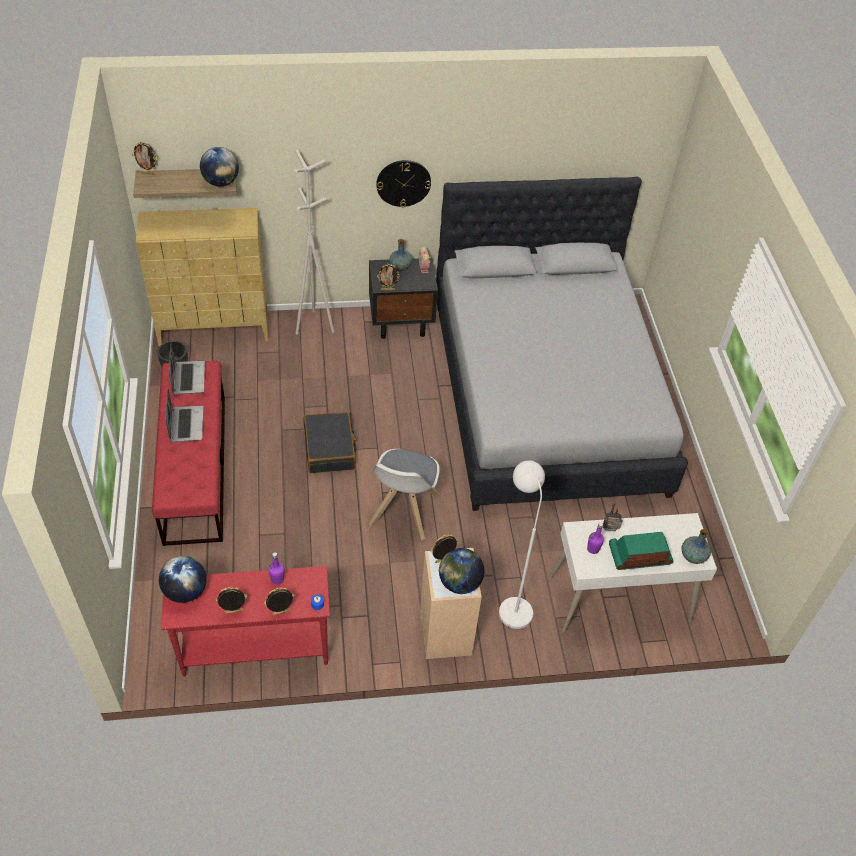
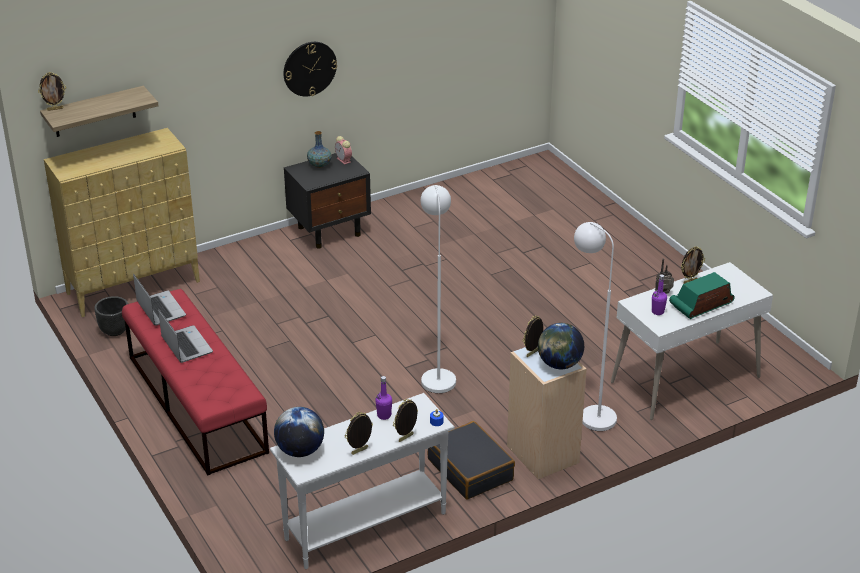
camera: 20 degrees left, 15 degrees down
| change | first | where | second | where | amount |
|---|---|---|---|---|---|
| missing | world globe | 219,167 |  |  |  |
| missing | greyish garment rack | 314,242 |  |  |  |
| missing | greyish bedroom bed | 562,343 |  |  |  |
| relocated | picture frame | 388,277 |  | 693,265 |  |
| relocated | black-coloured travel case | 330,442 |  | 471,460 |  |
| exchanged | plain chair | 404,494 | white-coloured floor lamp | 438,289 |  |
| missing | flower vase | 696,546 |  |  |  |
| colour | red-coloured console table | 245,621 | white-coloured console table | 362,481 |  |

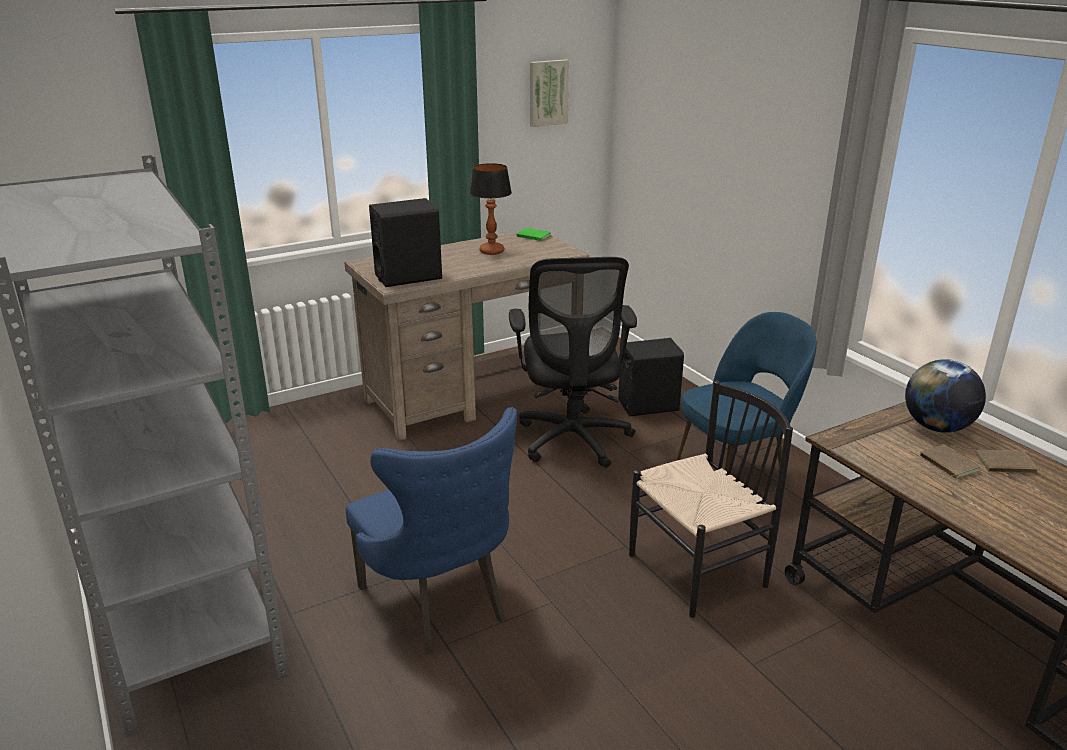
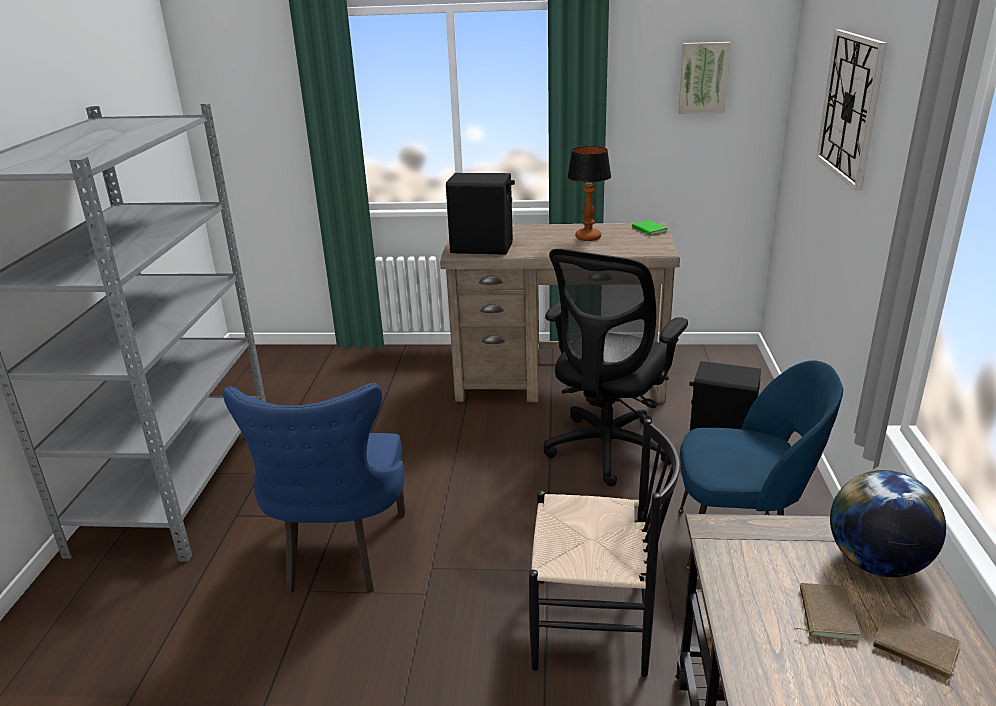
camera: 35 degrees right, 0 degrees up
| change | first | where | second | where | amount |
|---|---|---|---|---|---|
| appeared |  |  | clock on the wall | 851,110 |  |

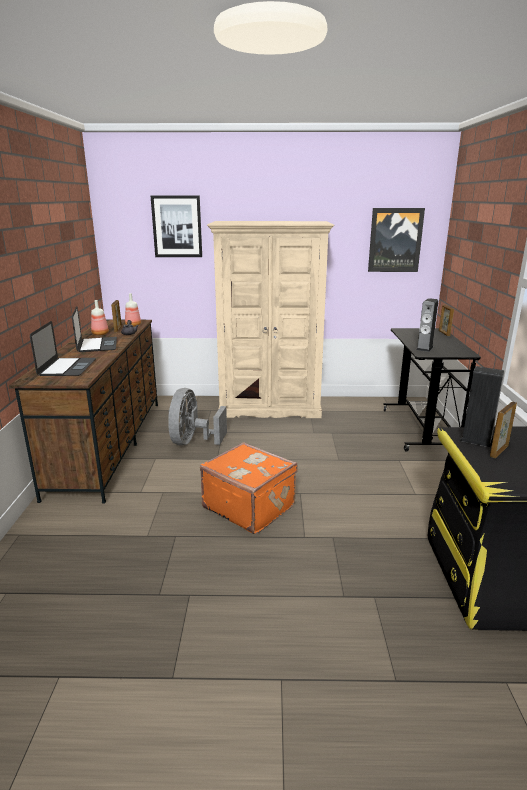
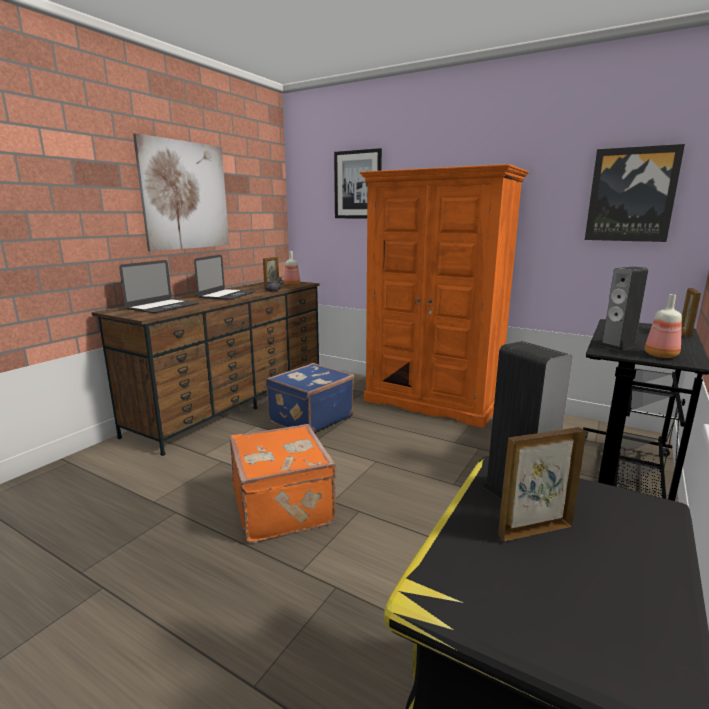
camera: 30 degrees right, 5 degrees down
| change | first | where | second | where | amount |
|---|---|---|---|---|---|
| colour | beige-coloured wardrobe | 270,319 | orange-coloured wardrobe | 444,296 |  |
| relocated | beverage bottle | 100,317 |  | 663,326 |  |
| exchanged | greyish electric fan | 197,417 | bluish travel case | 310,398 |  |
| appeared |  |  | wall art | 181,192 |  |

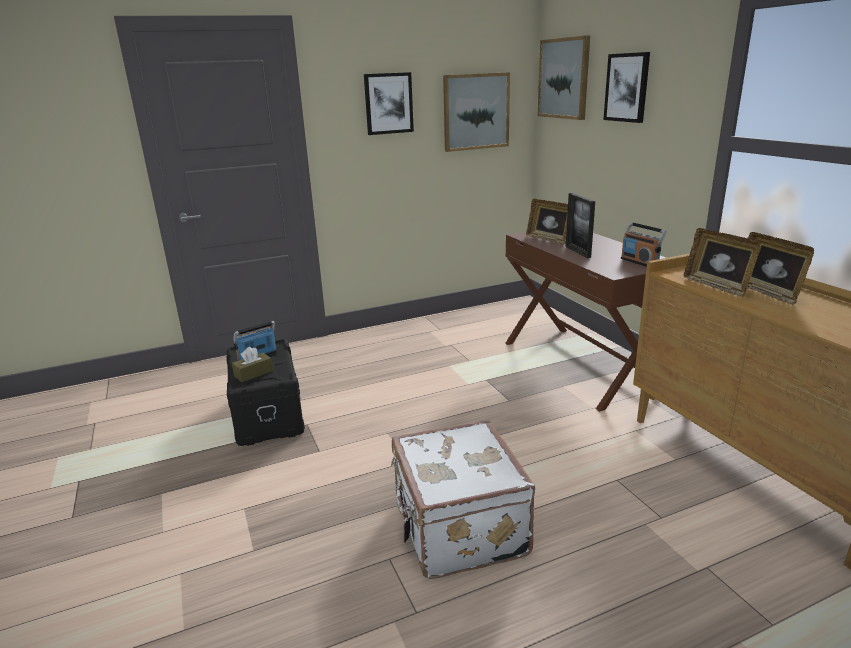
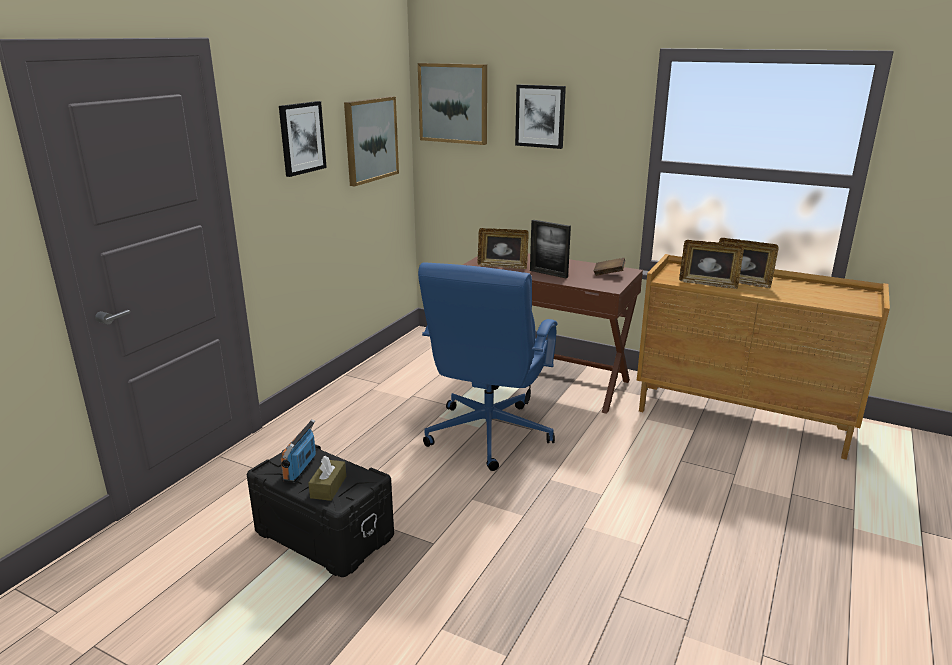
camera: 40 degrees left, 0 degrees up
| change | first | where | second | where | amount |
|---|---|---|---|---|---|
| exchanged | radio set | 643,244 | brown-coloured volume | 609,267 |  |
| missing | white-coloured travel case | 463,499 |  |  |  |
| appeared |  |  | bluish computer chair | 487,366 |  |

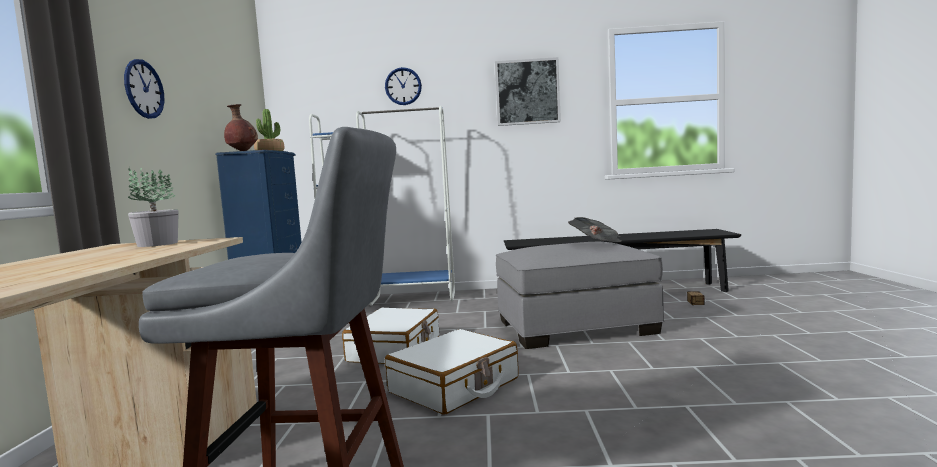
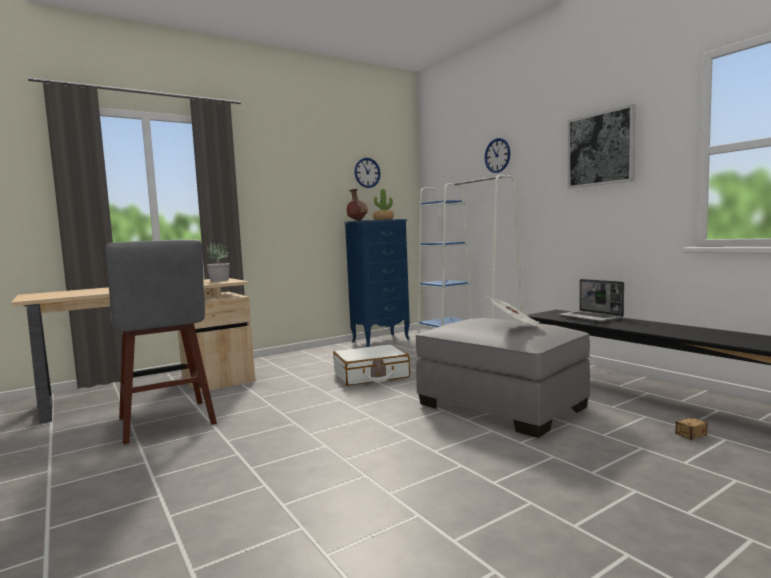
camera: 55 degrees right, 0 degrees up
| change | first | where | second | where | amount |
|---|---|---|---|---|---|
| relocated | clock on the wall | 144,89 |  | 368,173 |  |
| missing | white-coloured travel case | 452,372 |  |  |  |
| appeared |  |  | portable computer | 591,300 |  |

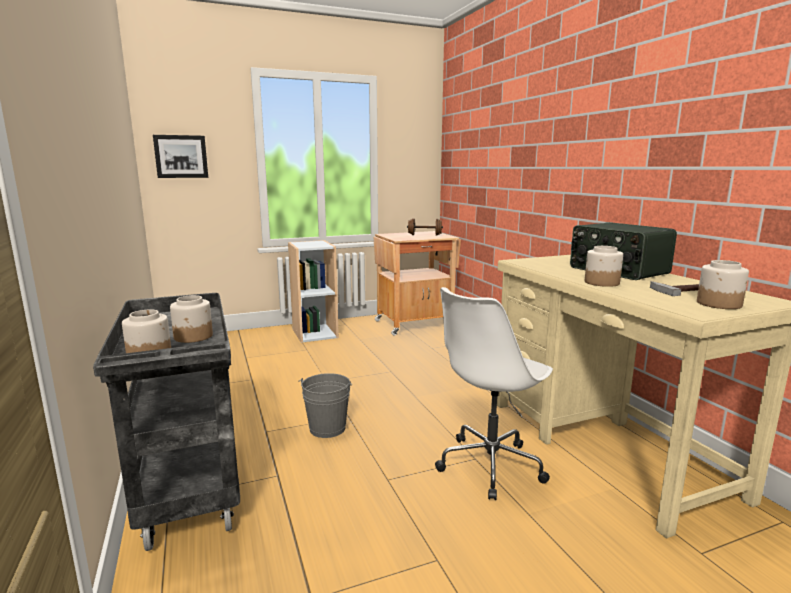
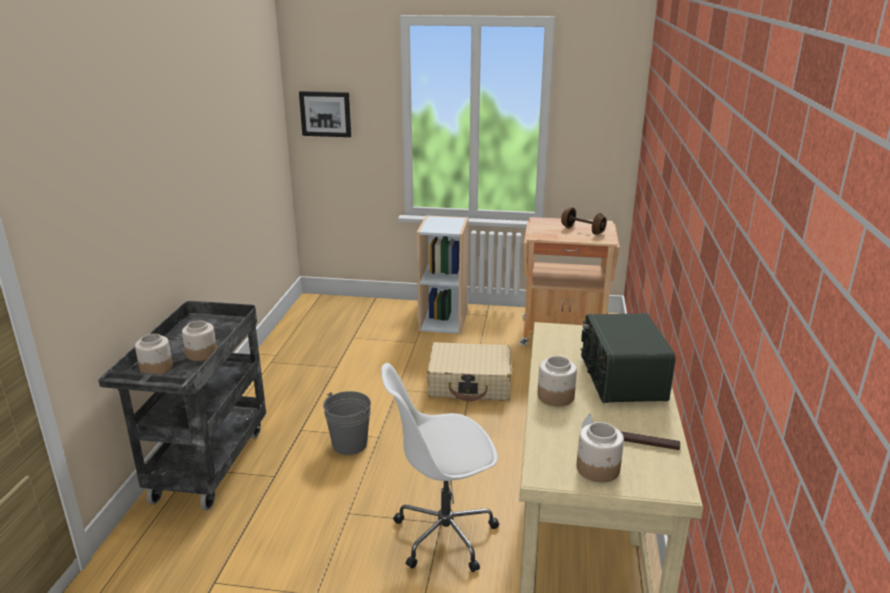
camera: 30 degrees right, 10 degrees up
| change | first | where | second | where | amount |
|---|---|---|---|---|---|
| appeared |  |  | beige-coloured travel case | 469,371 |  |

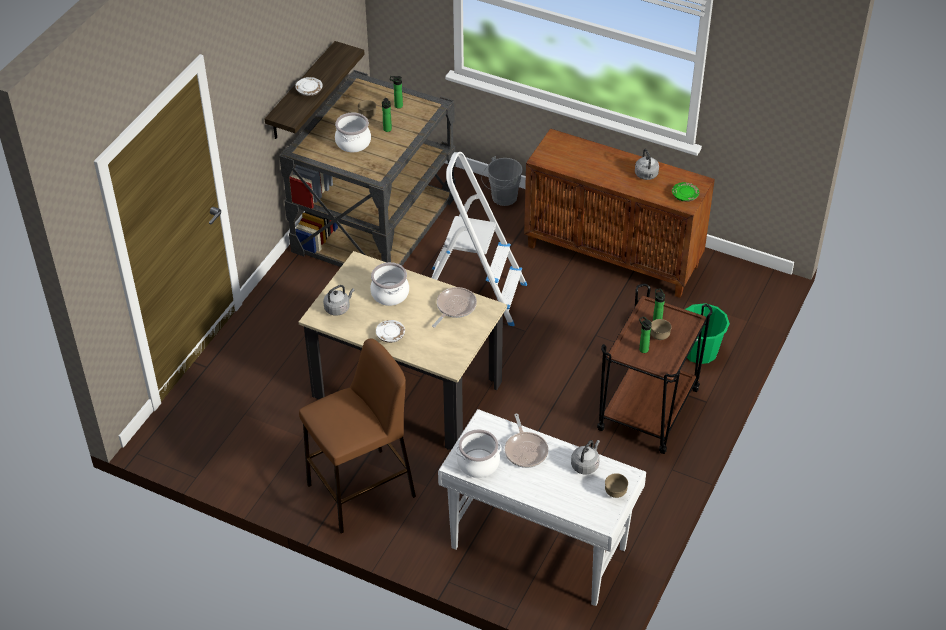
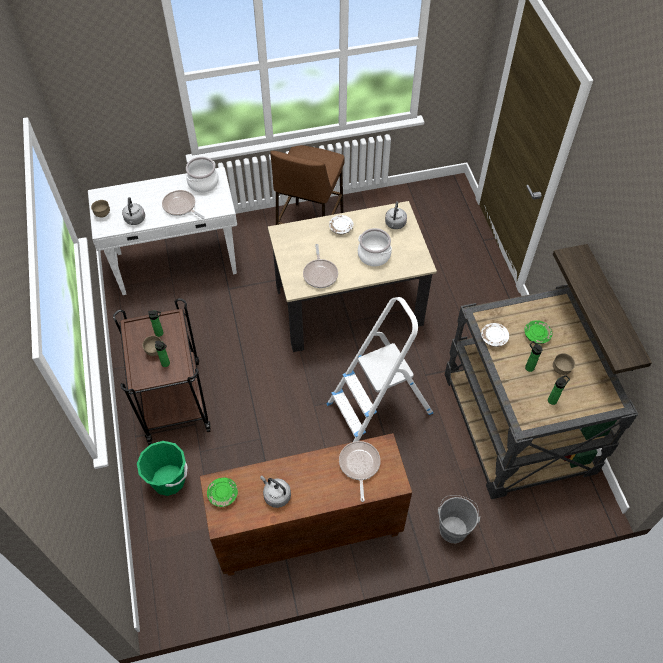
camera: 140 degrees right, 10 degrees up
| change | first | where | second | where | amount |
|---|---|---|---|---|---|
| relocated | white-coloured dinner plate | 309,86 |  | 495,335 |  |
| exchanged | stockpot | 353,132 | green dinner plate | 538,332 |  |
| appeared |  |  | frying pan | 360,471 |  |

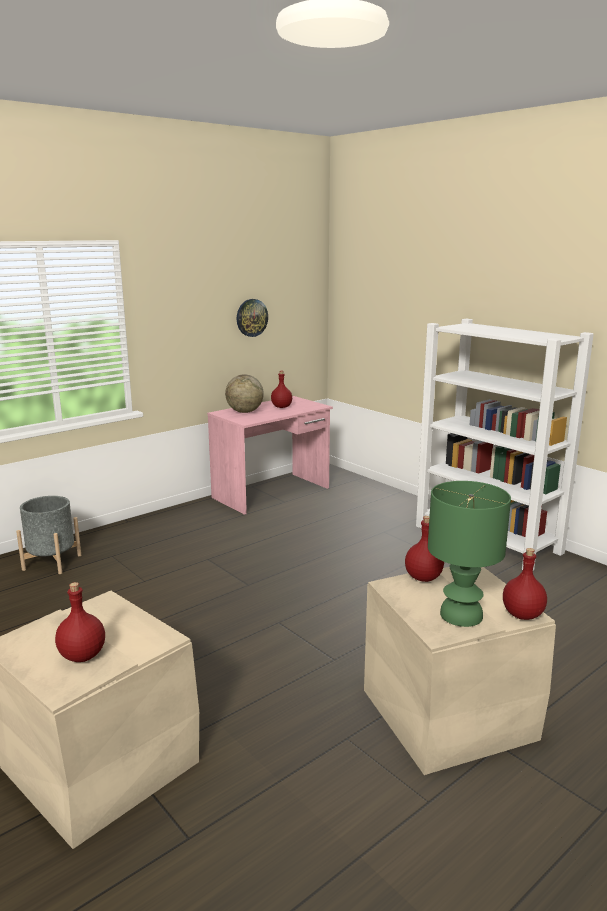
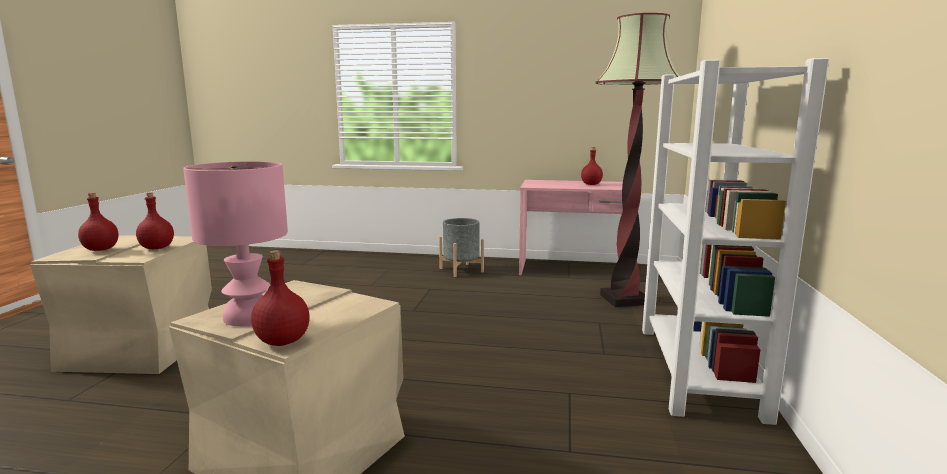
camera: 50 degrees right, 5 degrees down
| change | first | where | second | where | amount |
|---|---|---|---|---|---|
| missing | clock on the wall | 252,318 |  |  |  |
| missing | world globe | 244,393 |  |  |  |
| colour | green lamp for a table | 469,554 | pinkish lamp for a table | 235,243 |  |
| relocated | greyish plant pot | 48,535 |  | 461,247 |  |
| relocated | red-coloured beverage bottle | 424,549 |  | 155,221 |  |
| appeared |  |  | floor lamp | 637,160 |  |

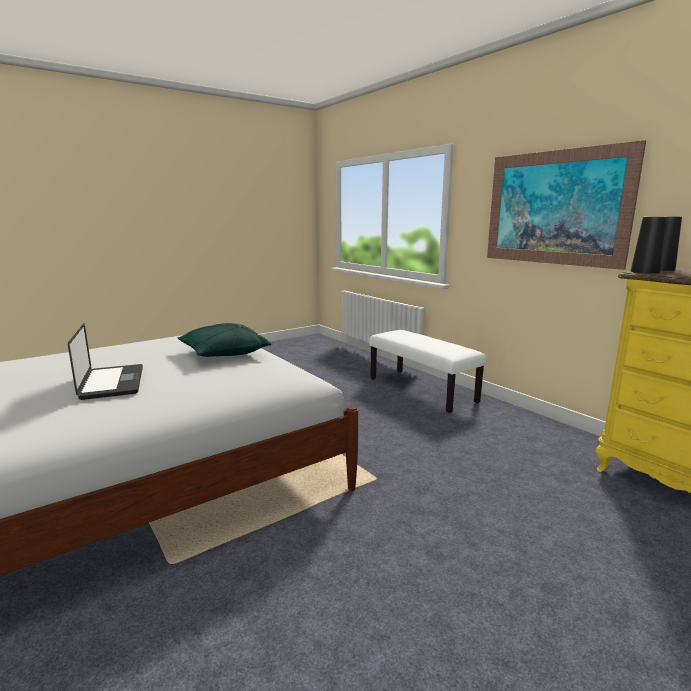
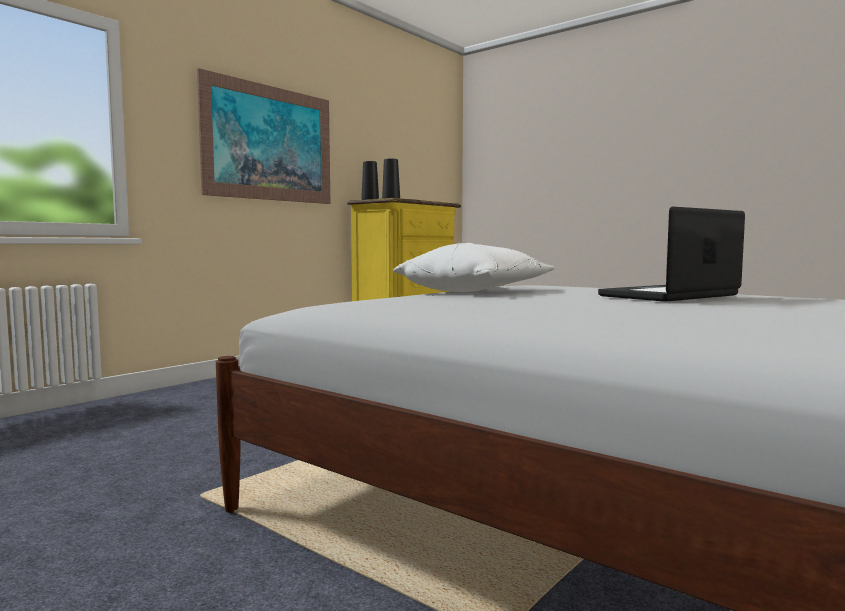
camera: 105 degrees left, 10 degrees down
| change | first | where | second | where | amount |
|---|---|---|---|---|---|
| colour | green throw pillow | 224,340 | white-coloured throw pillow | 474,267 |  |
| missing | white-coloured indoor bench | 427,371 |  |  |  |

